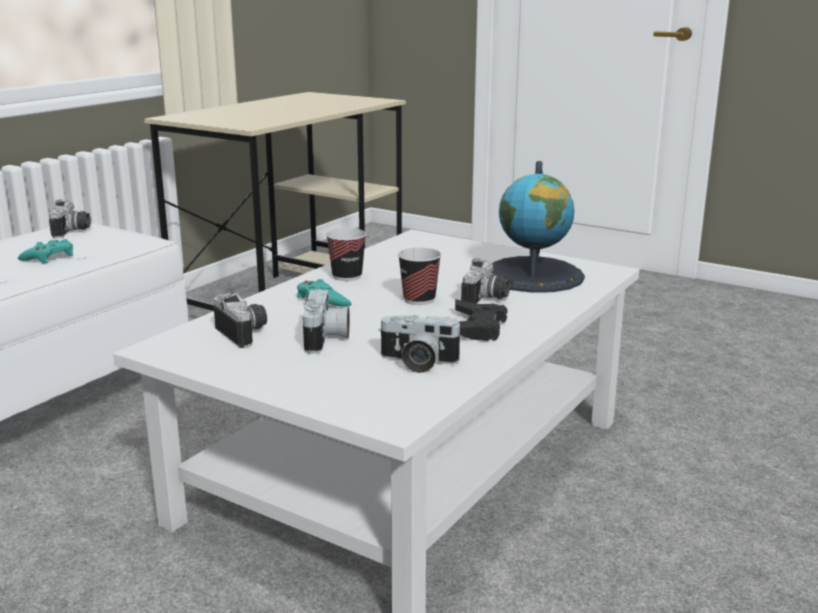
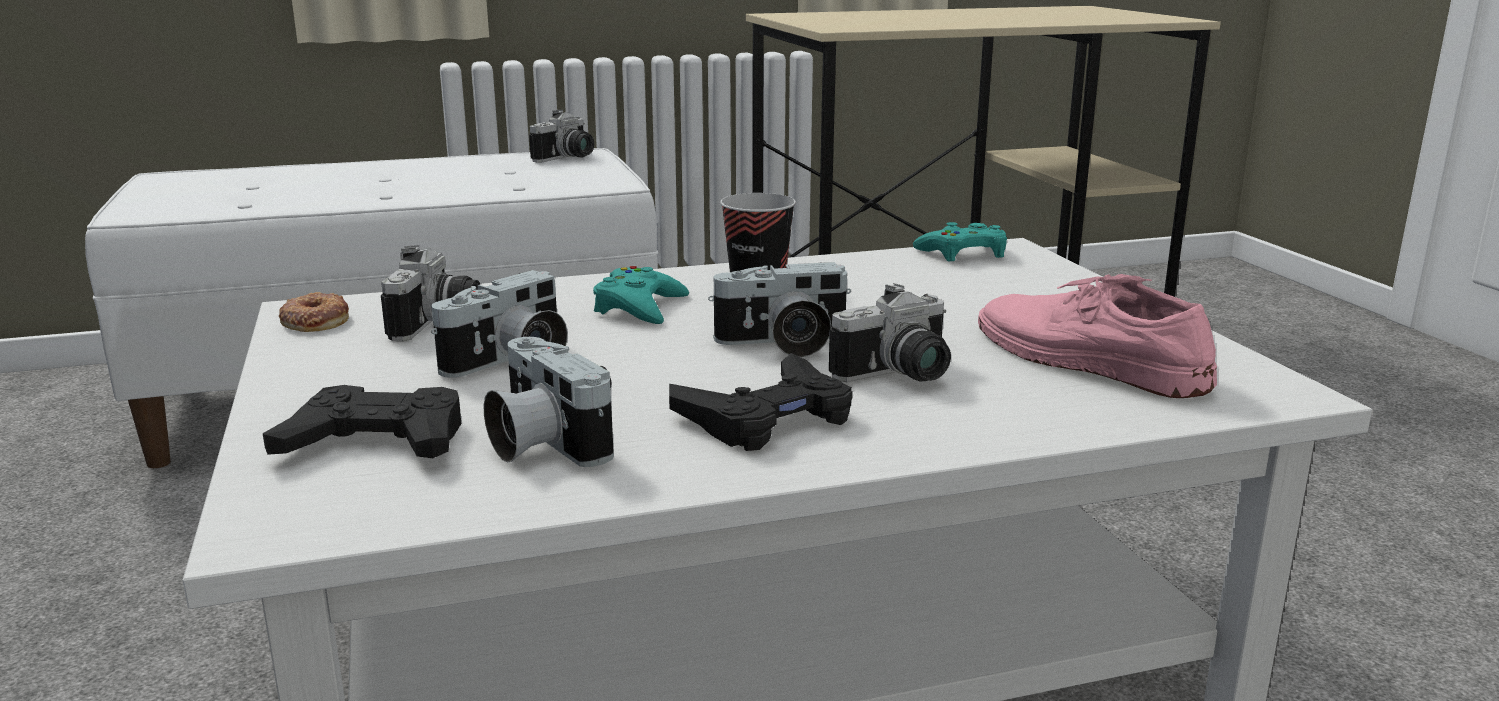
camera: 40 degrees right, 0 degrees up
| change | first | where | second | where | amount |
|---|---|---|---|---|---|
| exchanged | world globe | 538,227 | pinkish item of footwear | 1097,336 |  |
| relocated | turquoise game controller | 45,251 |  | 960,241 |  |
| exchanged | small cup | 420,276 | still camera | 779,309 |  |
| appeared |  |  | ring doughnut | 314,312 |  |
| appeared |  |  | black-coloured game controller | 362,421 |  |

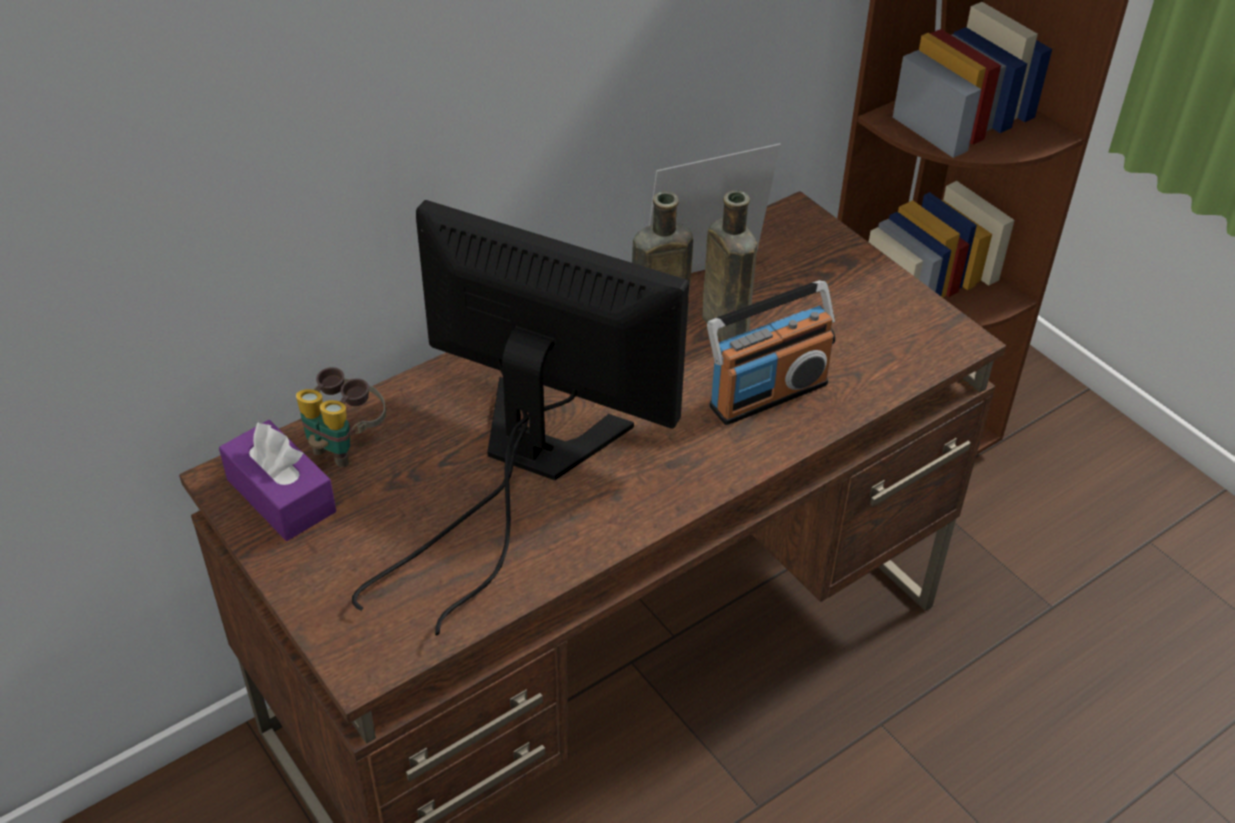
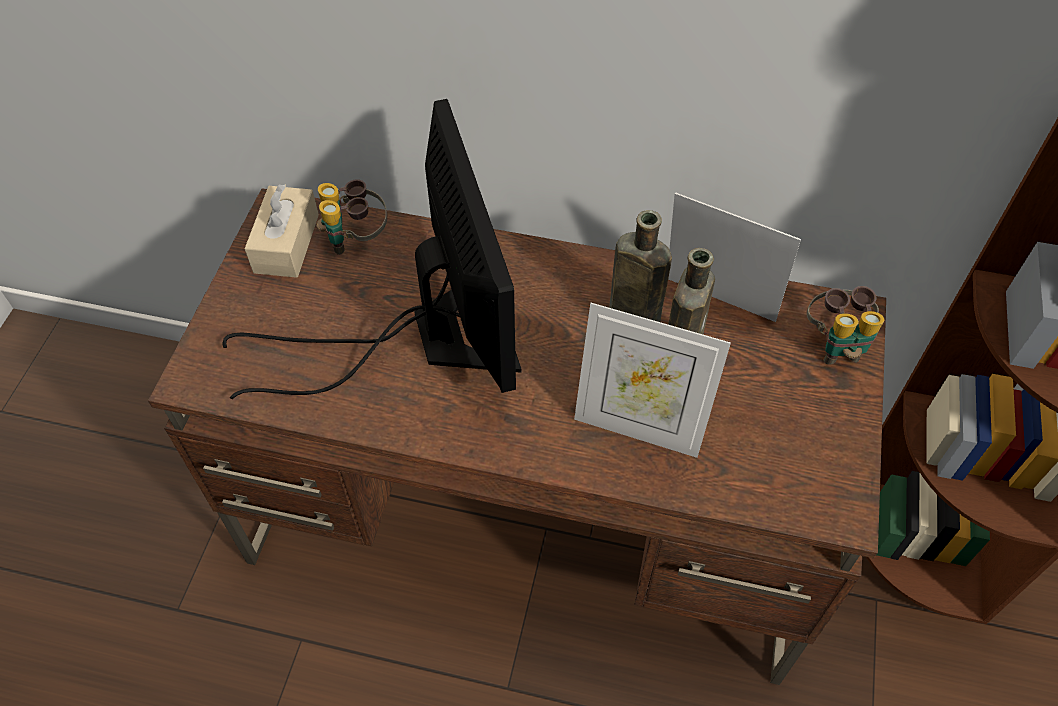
camera: 50 degrees right, 10 degrees up
| change | first | where | second | where | amount |
|---|---|---|---|---|---|
| exchanged | radio set | 771,352 | picture frame | 652,380 |  |
| colour | purple box of tissues | 277,480 | beige-coloured box of tissues | 281,231 |  |
| appeared |  |  | field glasses | 845,325 |  |

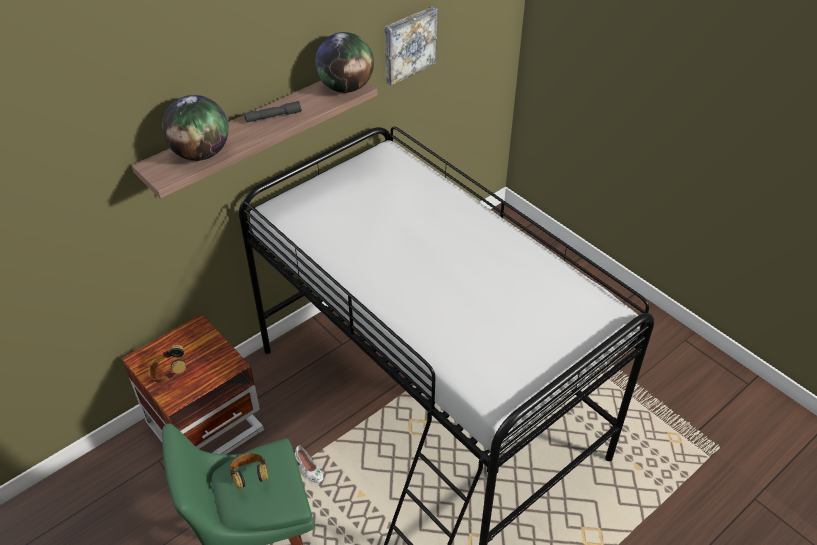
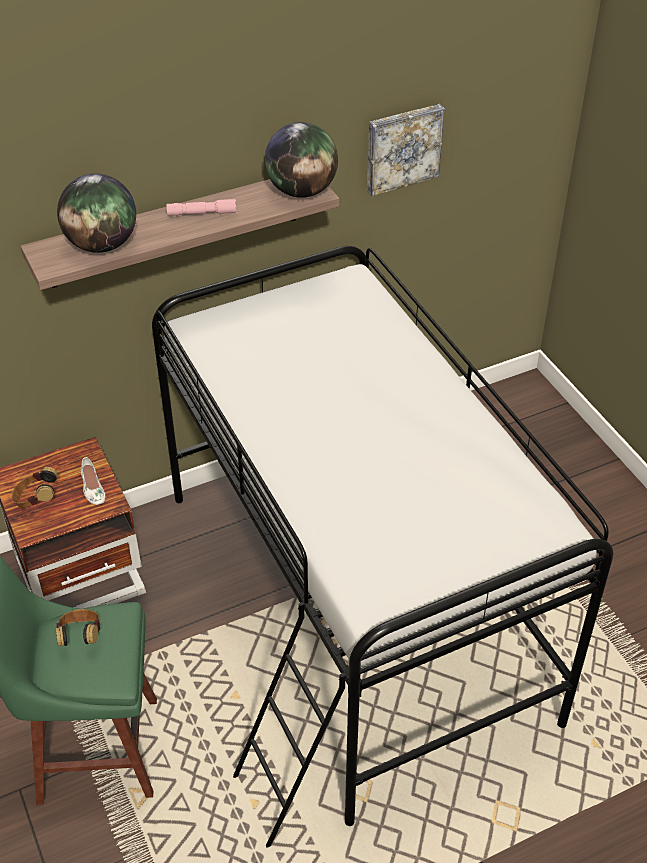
camera: 15 degrees right, 0 degrees up
| change | first | where | second | where | amount |
|---|---|---|---|---|---|
| colour | greyish torch | 273,112 | pinkish torch | 201,207 |  |
| relocated | white-coloured item of footwear | 309,464 |  | 93,481 |  |

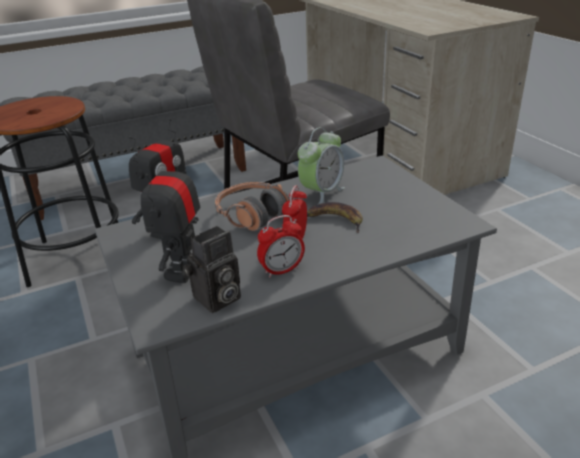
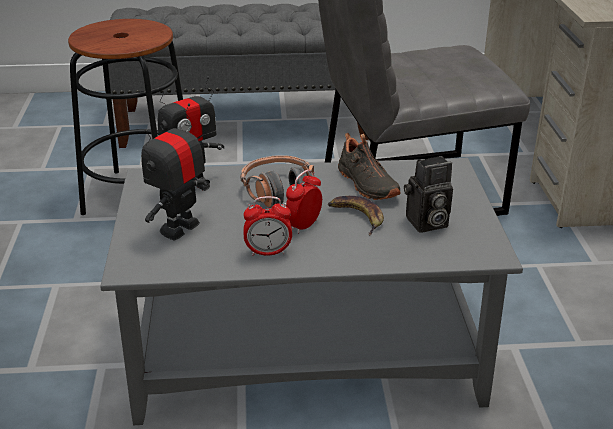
camera: 20 degrees right, 0 degrees up
| change | first | where | second | where | amount |
|---|---|---|---|---|---|
| exchanged | alarm clock | 321,166 | black-coloured item of footwear | 369,166 |  |
| relocated | still camera | 212,269 |  | 428,194 |  |

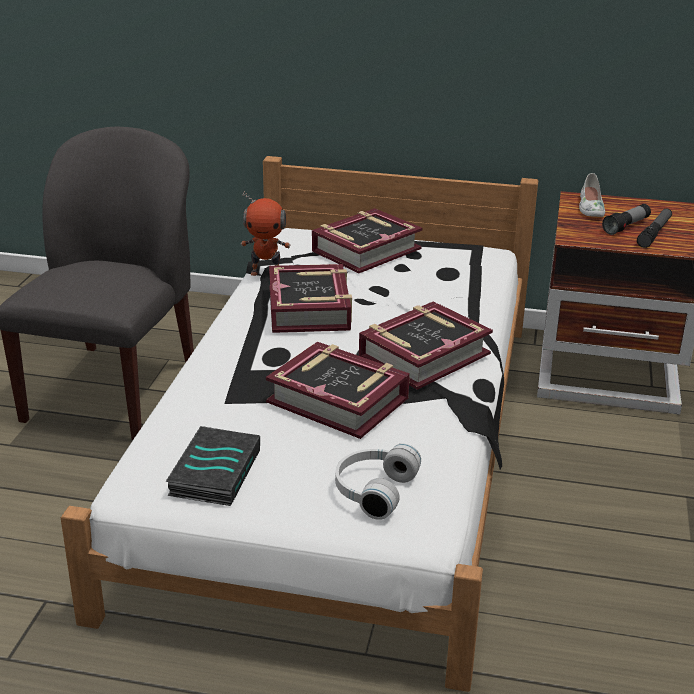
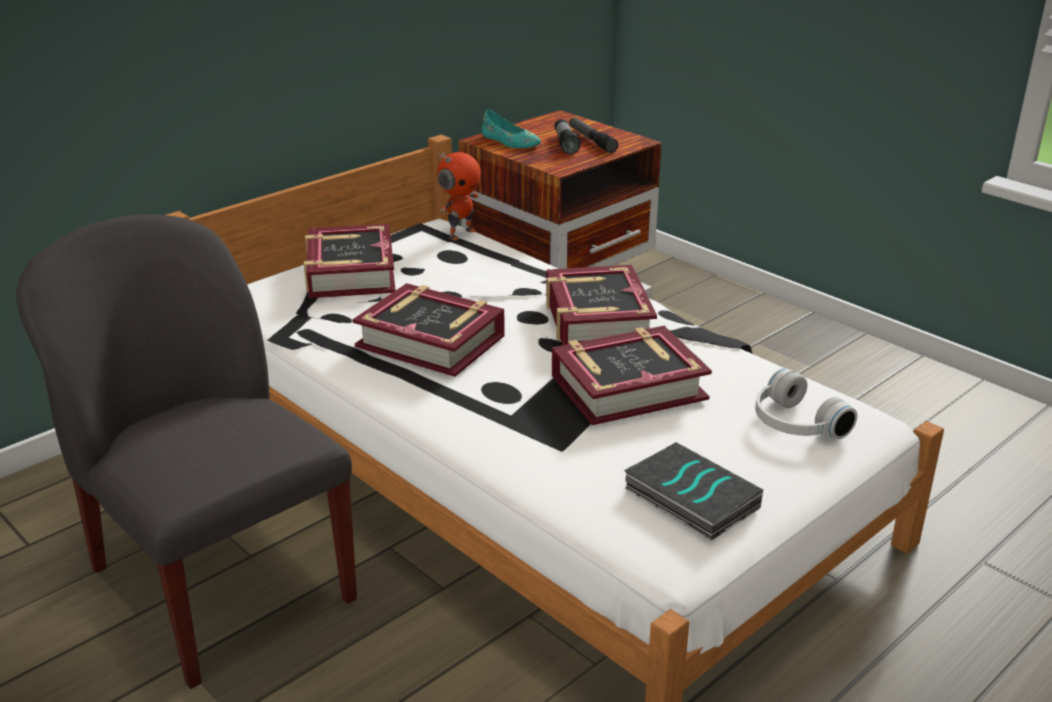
camera: 55 degrees left, 0 degrees up
| change | first | where | second | where | amount |
|---|---|---|---|---|---|
| colour | white-coloured item of footwear | 592,195 | turquoise item of footwear | 511,129 |  |
| relocated | model robot | 266,233 |  | 459,196 |  |

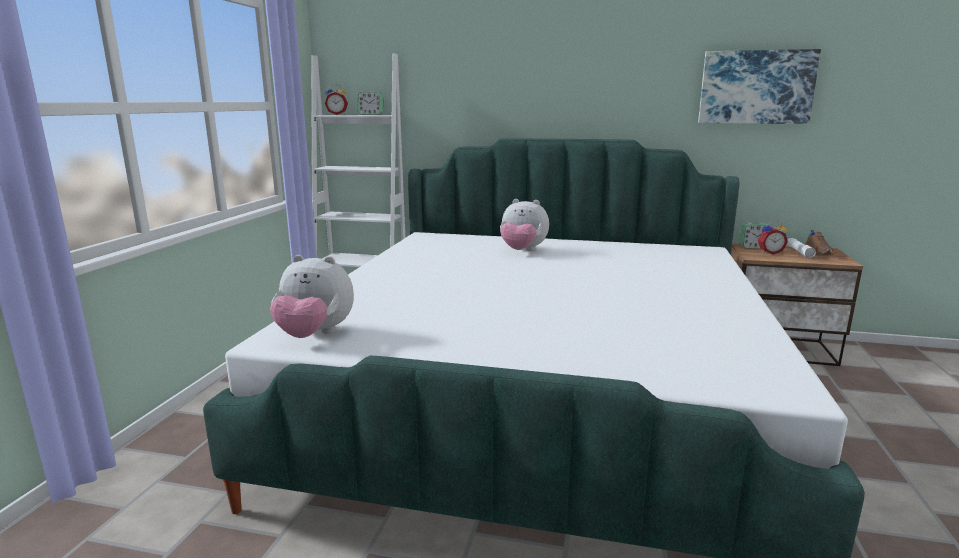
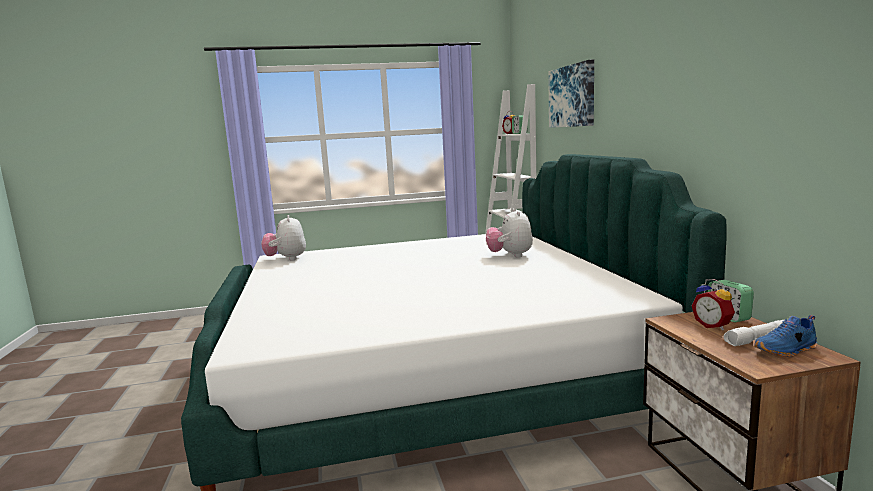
camera: 65 degrees right, 5 degrees down
| change | first | where | second | where | amount |
|---|---|---|---|---|---|
| relocated | wall art | 759,86 |  | 571,94 |  |
| colour | brown-coloured item of footwear | 819,242 | bluish item of footwear | 785,336 |  |

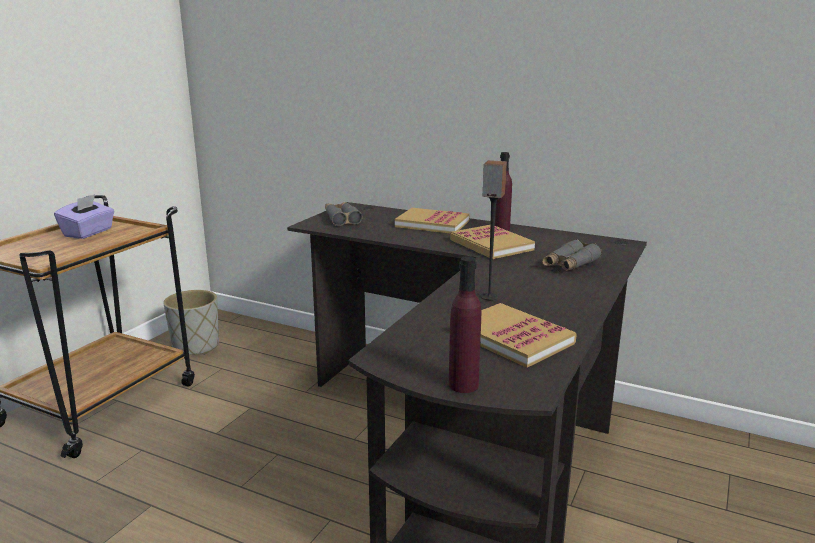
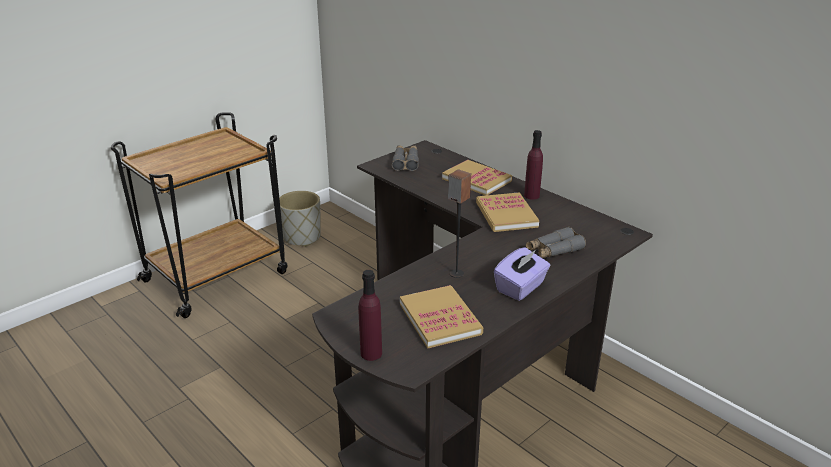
camera: 20 degrees right, 10 degrees up
| change | first | where | second | where | amount |
|---|---|---|---|---|---|
| relocated | purple box of tissues | 84,216 |  | 522,274 |  |

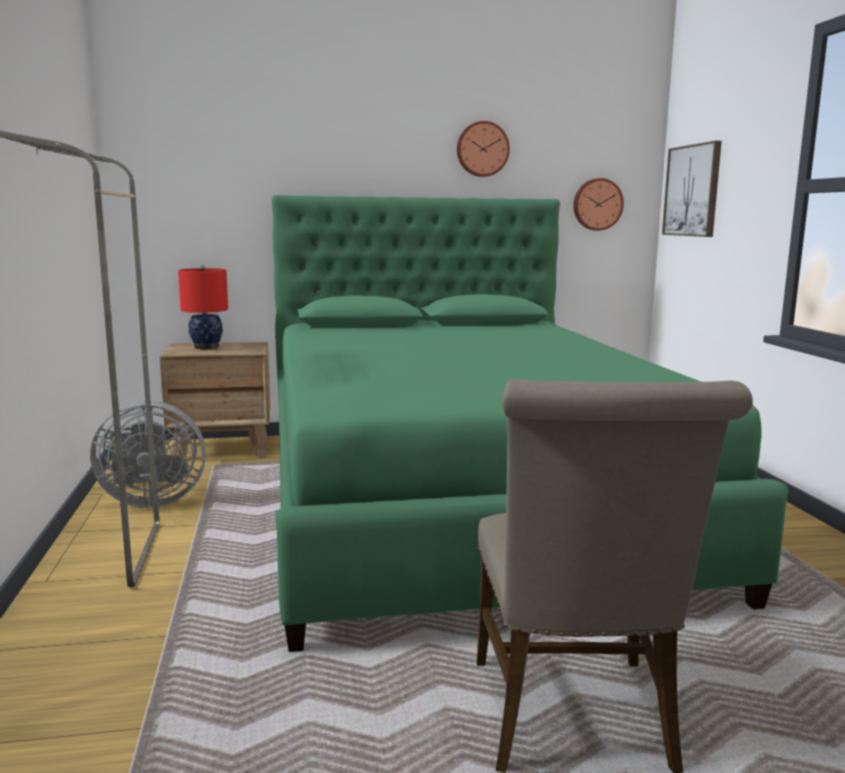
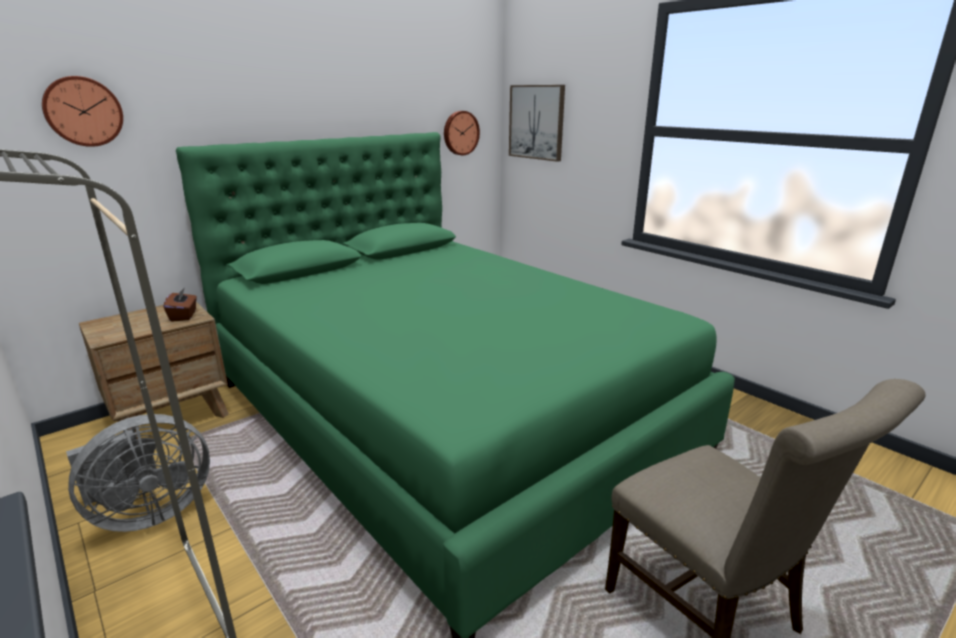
camera: 30 degrees left, 10 degrees up
| change | first | where | second | where | amount |
|---|---|---|---|---|---|
| relocated | clock on the wall | 483,149 |  | 82,111 |  |
| missing | red-coloured lamp for a table | 203,307 |  |  |  |
| appeared |  |  | brown-coloured box of tissues | 180,304 |  |

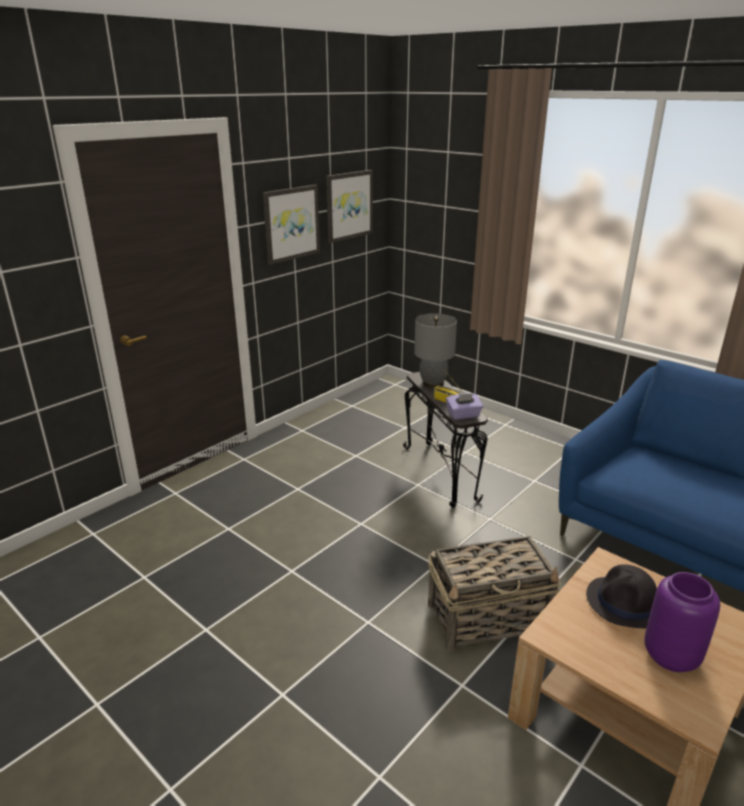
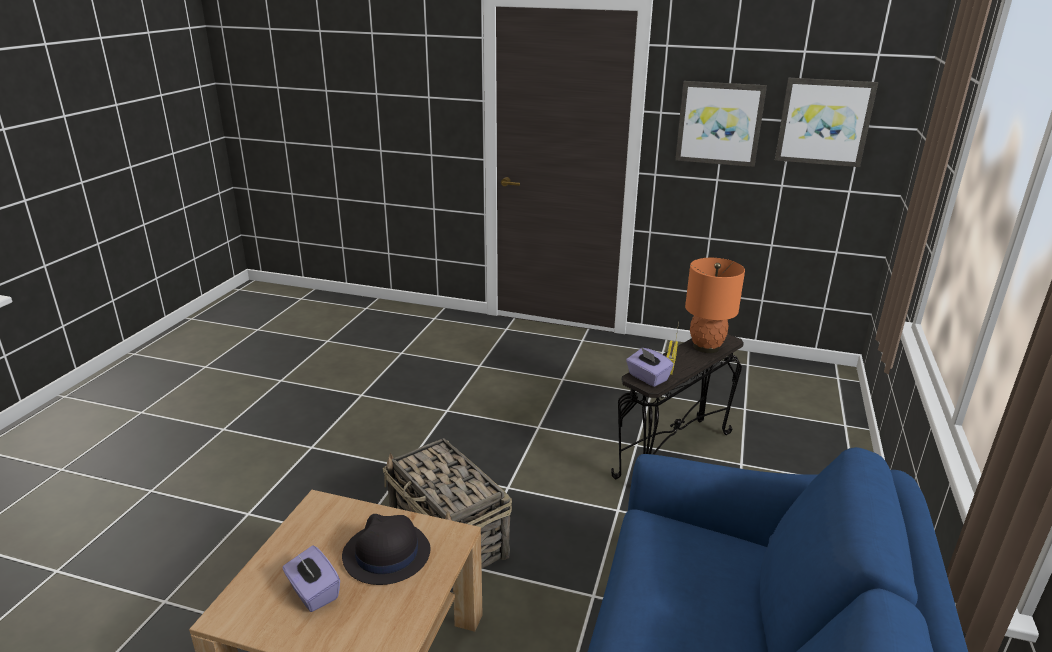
camera: 65 degrees right, 0 degrees up
| change | first | where | second | where | amount |
|---|---|---|---|---|---|
| colour | greyish lamp for a table | 435,350 | orange-coloured lamp for a table | 715,305 |  |
| exchanged | purple flower vase | 682,622 | purple box of tissues | 311,579 |  |

